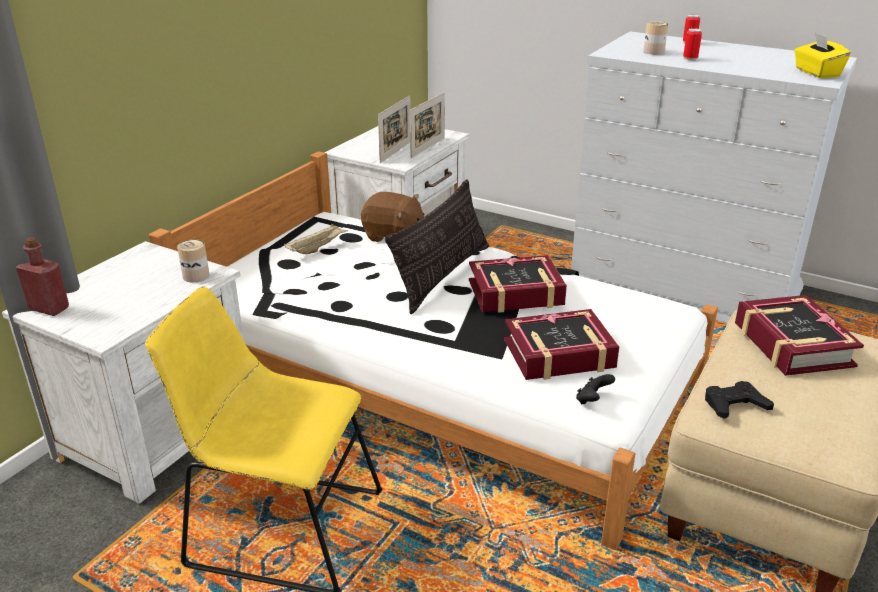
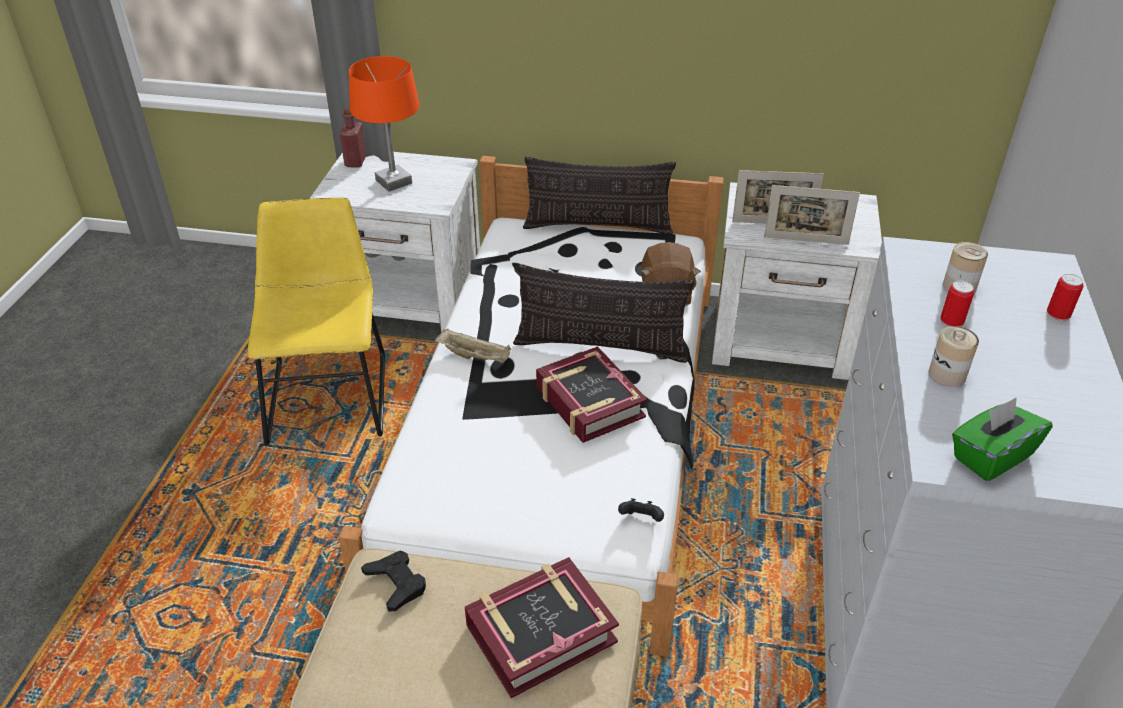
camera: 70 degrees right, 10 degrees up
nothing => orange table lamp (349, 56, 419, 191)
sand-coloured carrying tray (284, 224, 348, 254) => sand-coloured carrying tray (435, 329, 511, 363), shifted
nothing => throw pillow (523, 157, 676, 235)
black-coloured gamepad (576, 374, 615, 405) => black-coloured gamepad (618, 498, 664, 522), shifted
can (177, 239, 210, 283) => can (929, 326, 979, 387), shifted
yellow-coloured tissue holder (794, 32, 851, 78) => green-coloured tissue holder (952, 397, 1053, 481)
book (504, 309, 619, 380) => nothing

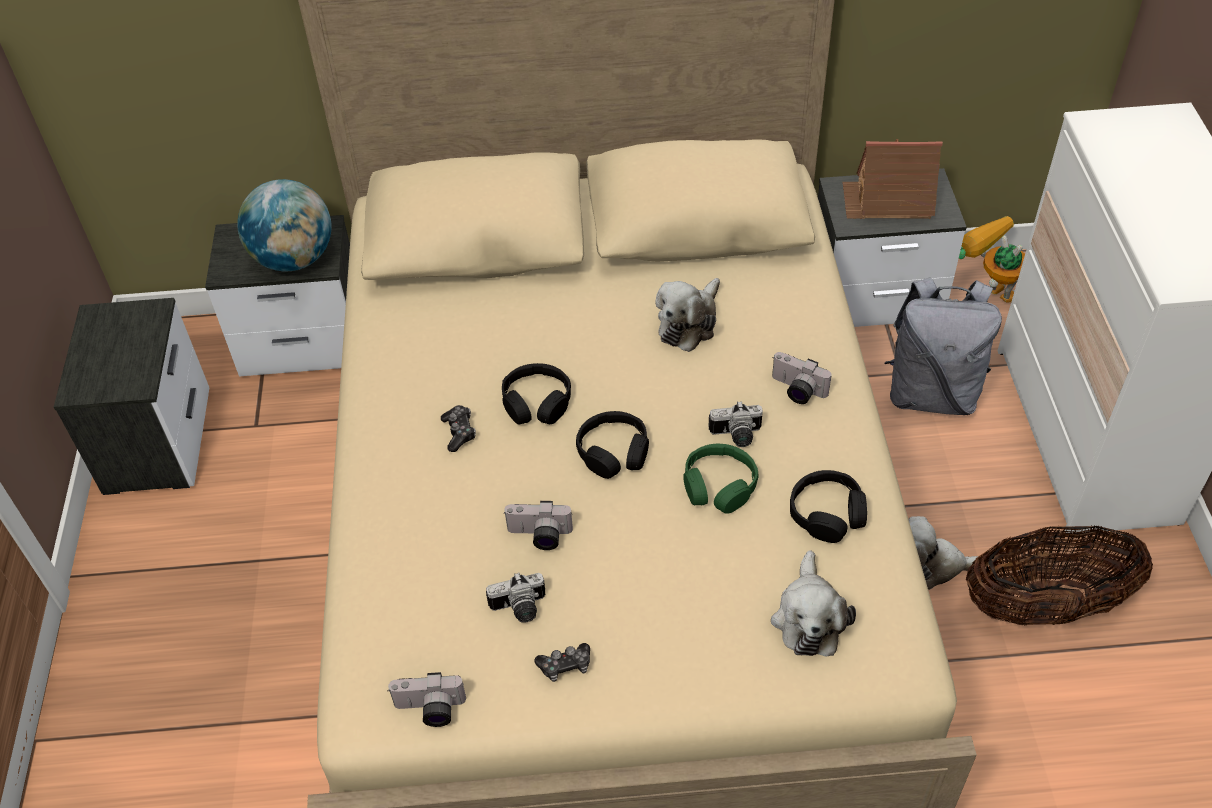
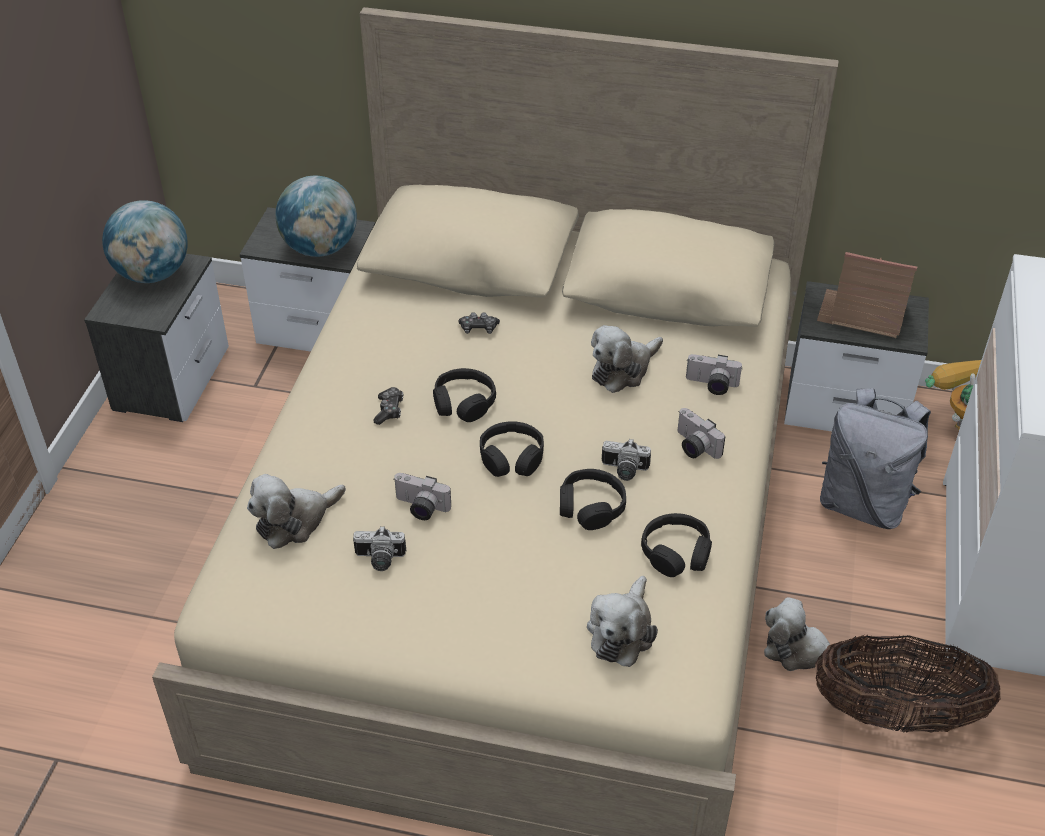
camera: 15 degrees right, 5 degrees down
nothing => desk globe (102, 200, 188, 283)
nothing => soft toy (247, 474, 346, 549)
gamepad (534, 643, 590, 682) => gamepad (458, 312, 500, 334), shifted
green-coloured pair of headphones (683, 444, 758, 514) => black-coloured pair of headphones (560, 469, 626, 530)
still camera (388, 672, 466, 727) => still camera (686, 354, 743, 395), shifted

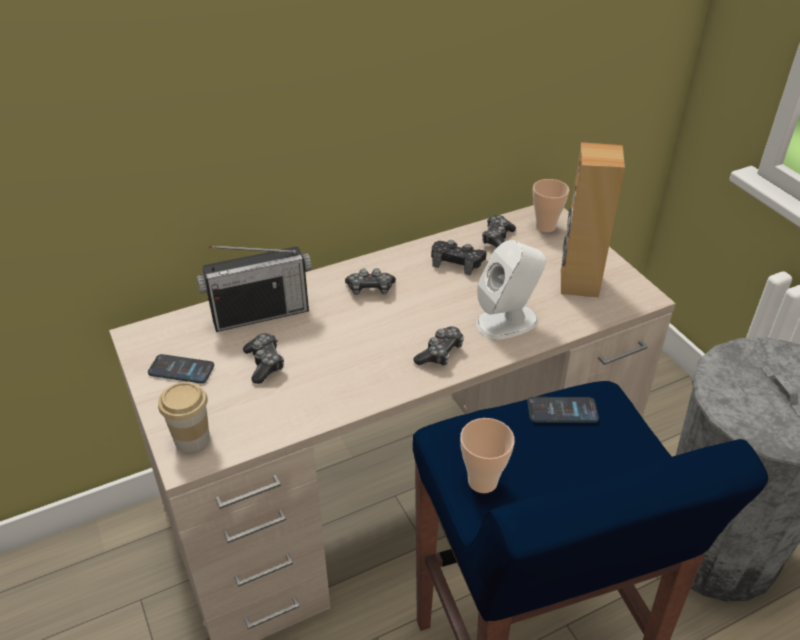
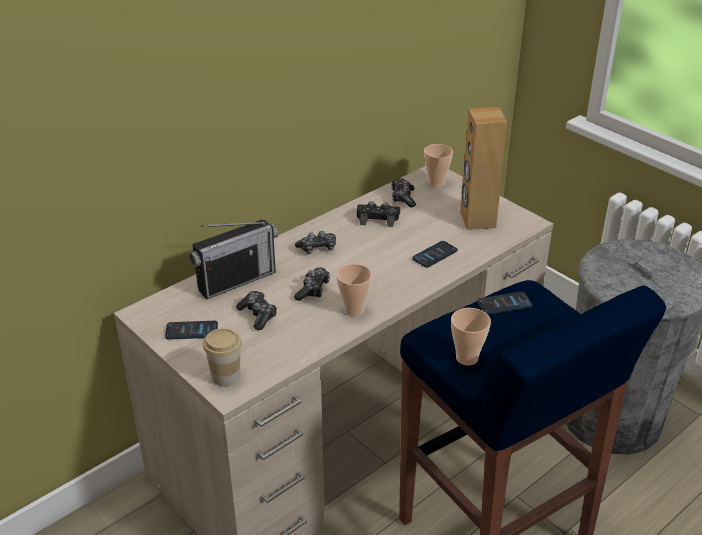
camera: 15 degrees left, 5 degrees down
gamepad (413, 327, 464, 366) => gamepad (294, 267, 330, 301), shifted
nothing => cup (337, 264, 372, 316)
white-coloured loudspeaker (476, 240, 546, 339) => telephone (412, 241, 457, 268)

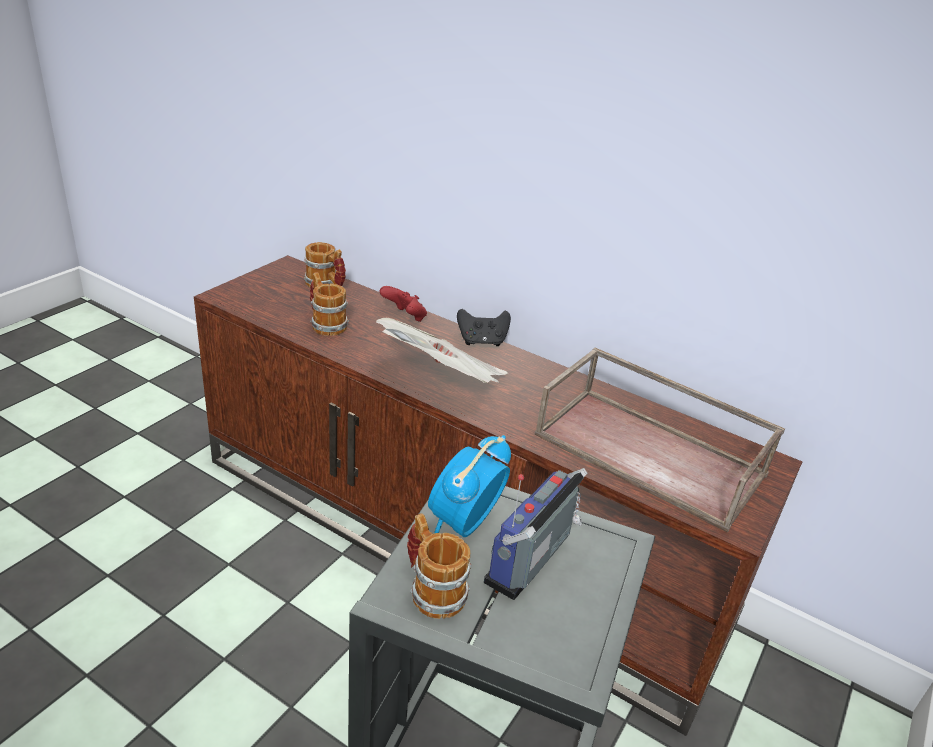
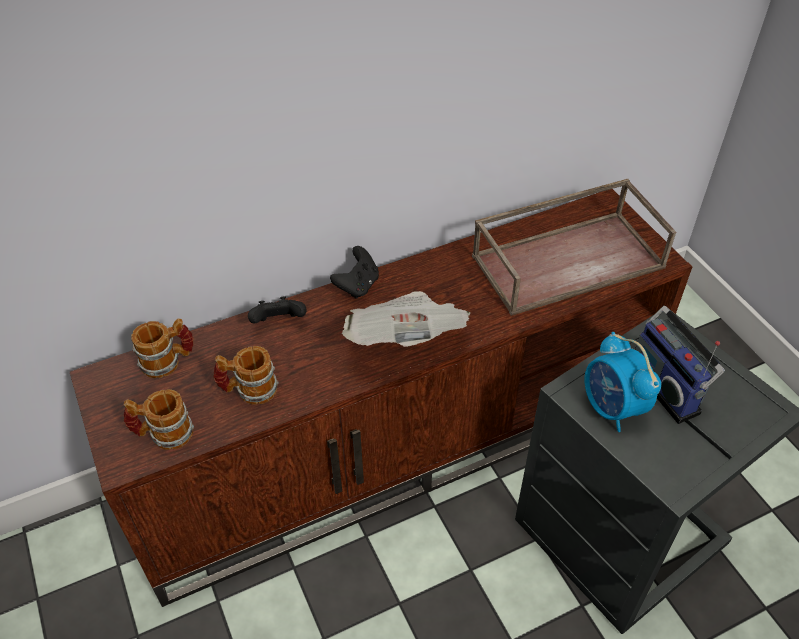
camera: 55 degrees left, 15 degrees up
tea mug (407, 513, 472, 619) => tea mug (124, 389, 194, 450), shifted
reddish gamepad (379, 286, 427, 322) => black-coloured gamepad (248, 296, 307, 324)

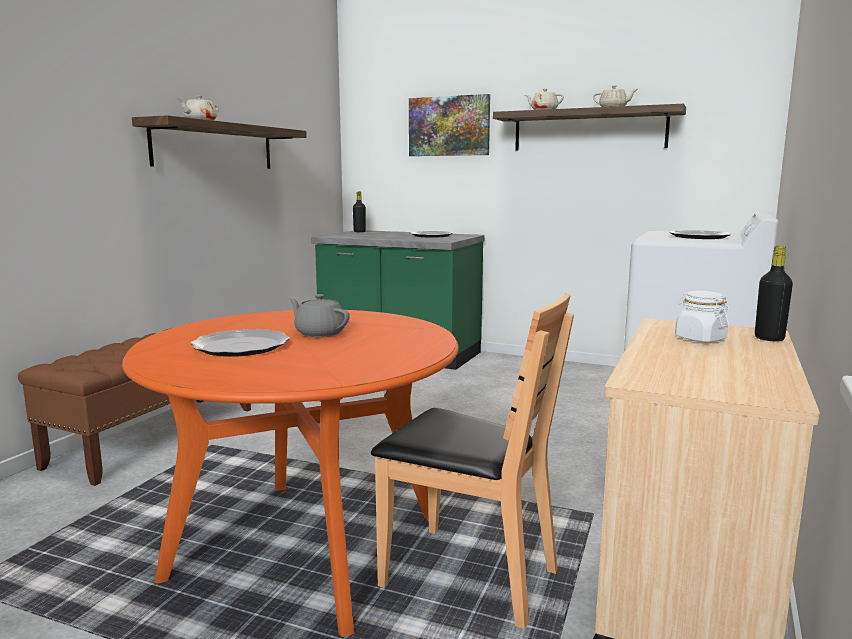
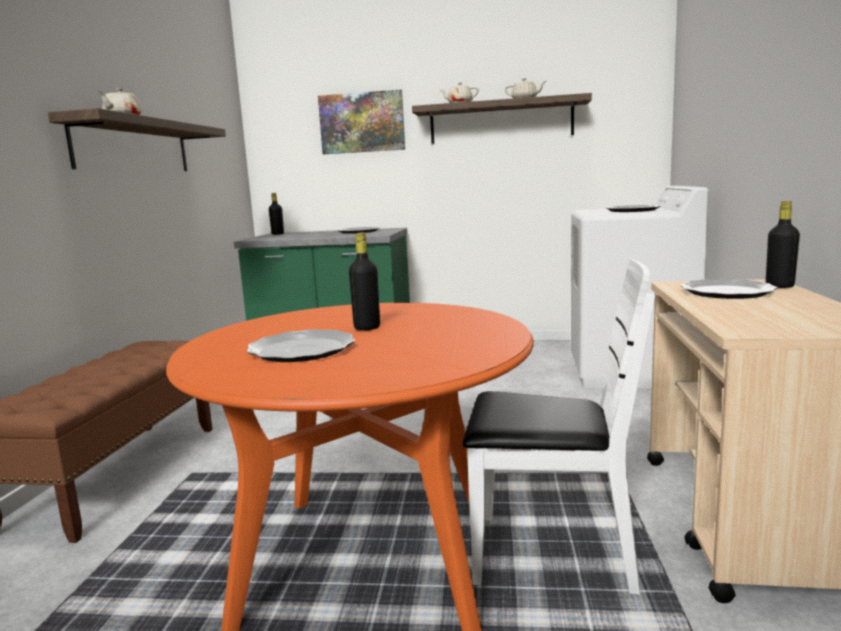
camera: 15 degrees left, 0 degrees up
gray pot for tea (289, 294, 350, 337) => black-coloured beverage bottle (349, 233, 380, 330)
brown upright chair (371, 294, 574, 629) => white-coloured upright chair (463, 259, 655, 594)
white-coloured jar (675, 291, 729, 342) => plate (680, 279, 777, 299)

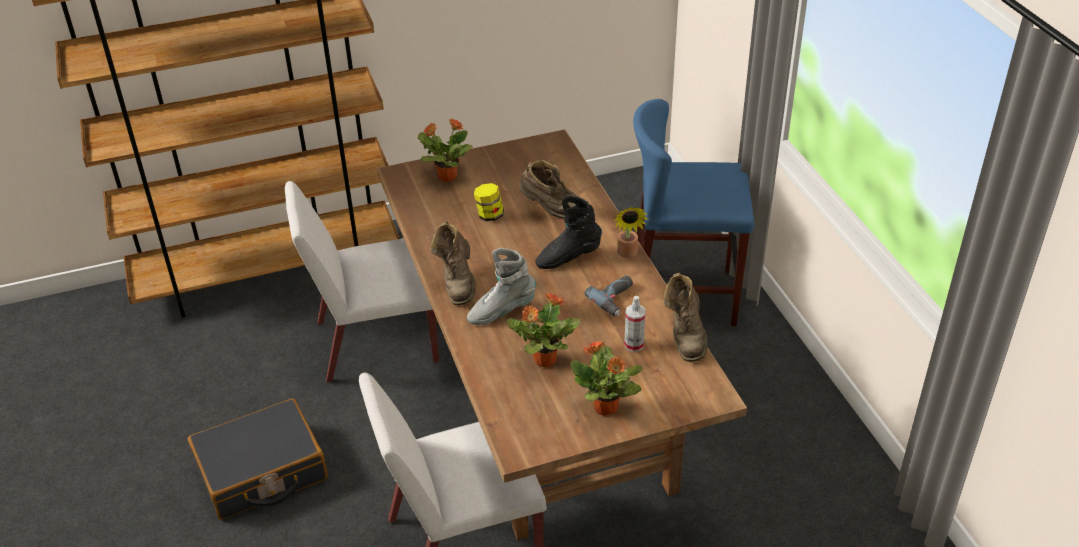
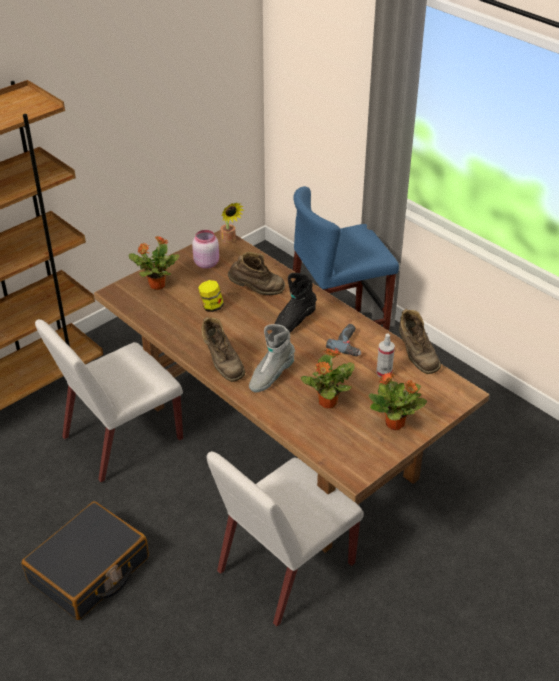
camera: 25 degrees left, 0 degrees up
nothing => pink-coloured jar (192, 230, 219, 269)
plant in a pot (614, 207, 649, 258) => plant in a pot (220, 202, 244, 244), shifted

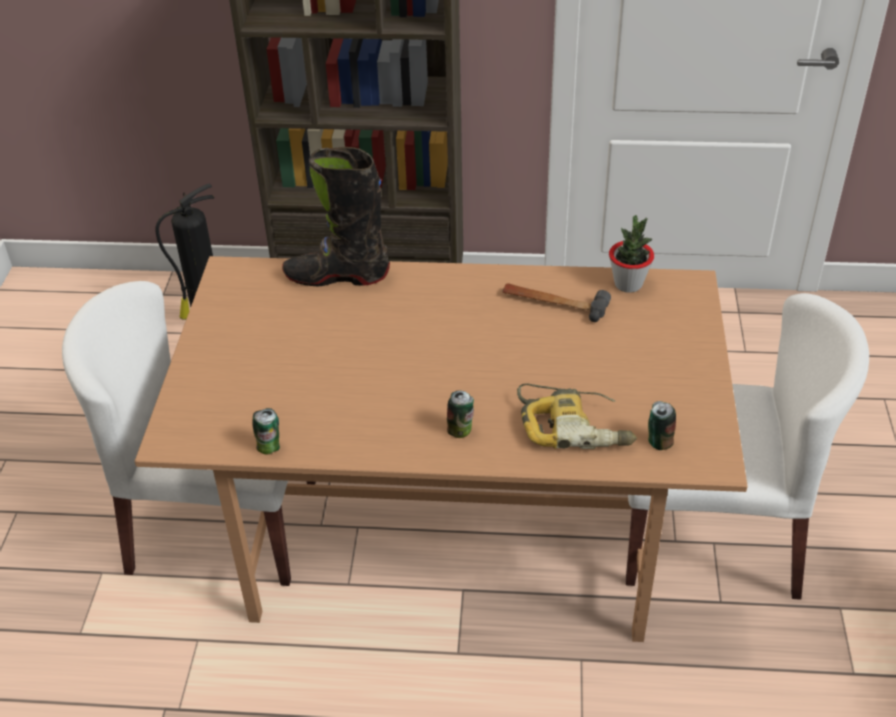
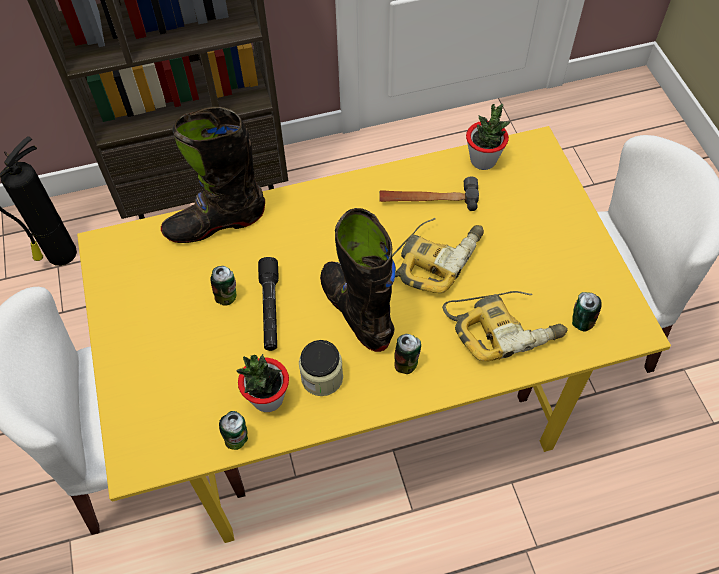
camera: 20 degrees left, 15 degrees up
brown dinner table (135, 256, 748, 642) => yellow-coloured dinner table (77, 126, 671, 543)
nothing => can (211, 266, 236, 306)
nothing => plant in a pot (237, 354, 289, 412)
nothing => black-coloured hand torch (258, 257, 279, 351)
nothing => jar (299, 340, 343, 396)
nothing => black-coloured boot (320, 208, 396, 352)
nothing => power drill (392, 218, 484, 293)

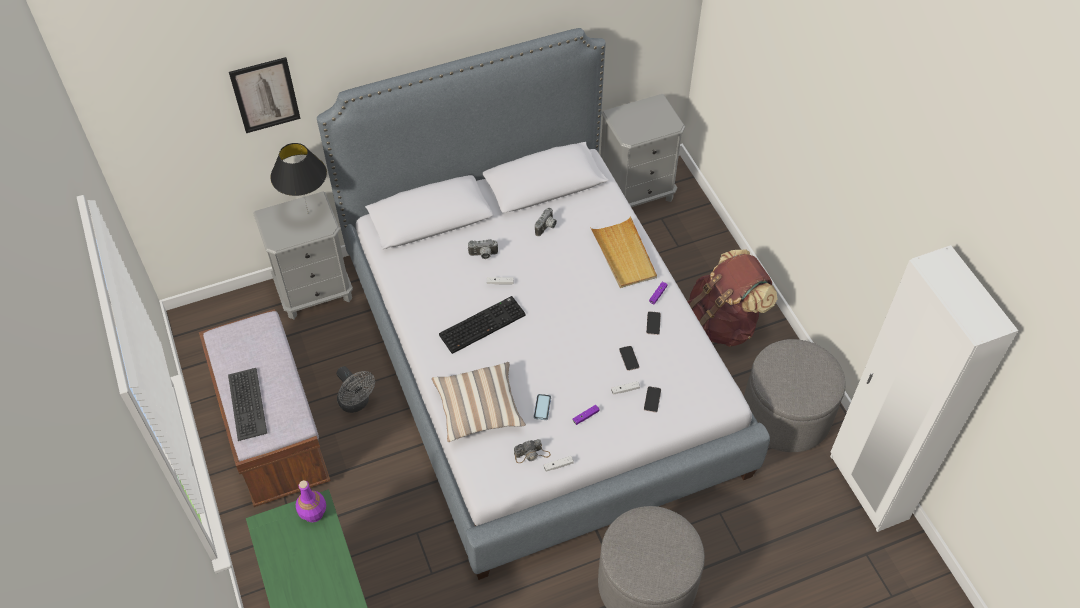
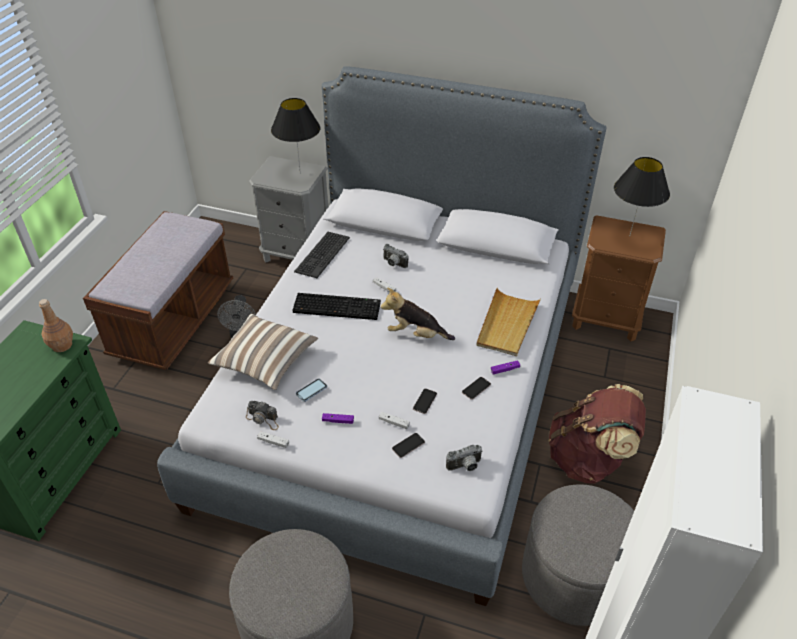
camera: 40 degrees right, 10 degrees down
purple beverage bottle (296, 480, 326, 522) => brown beverage bottle (39, 299, 73, 352)
computer keyboard (228, 368, 267, 441) => computer keyboard (294, 232, 350, 278), shifted
nothing => soft toy (381, 288, 455, 340)
still camera (535, 208, 557, 236) => still camera (446, 445, 483, 471), shifted
gray night table (601, 94, 685, 207) => brown night table (572, 215, 666, 341)
nothing => black-coloured table lamp (614, 157, 670, 237)
wall art (229, 57, 301, 133) => nothing

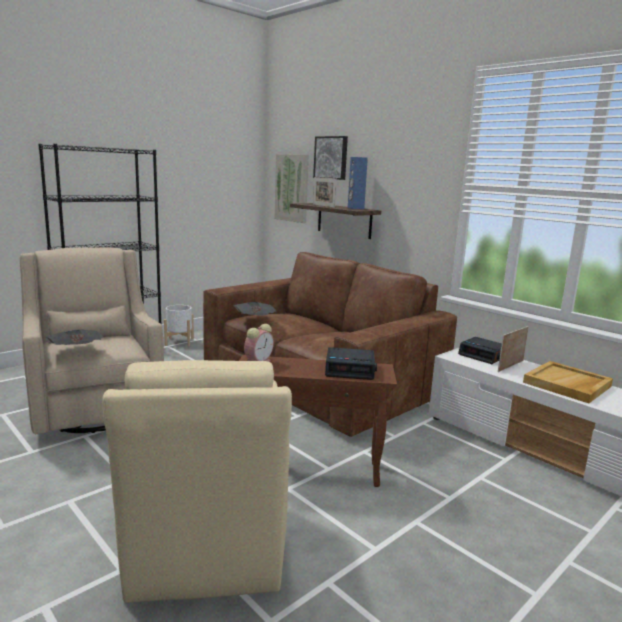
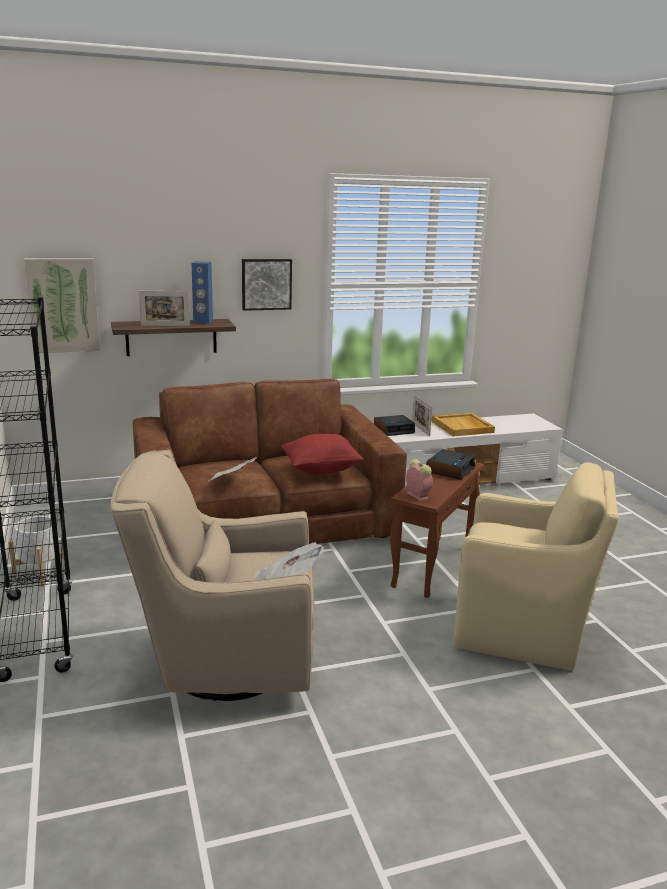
camera: 65 degrees left, 5 degrees up
wall art (313, 136, 348, 180) => wall art (242, 259, 292, 311), shifted
nothing => reddish throw pillow (281, 434, 363, 474)

